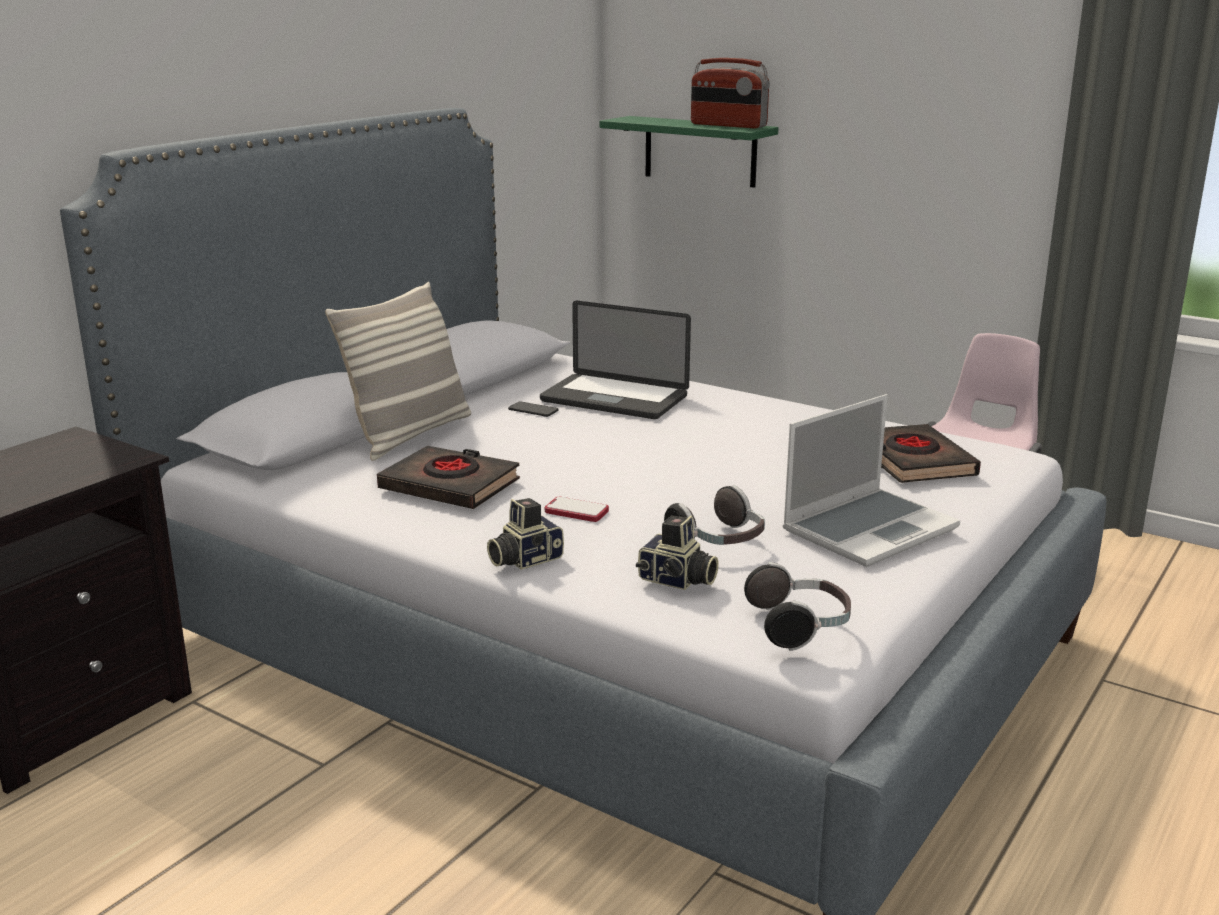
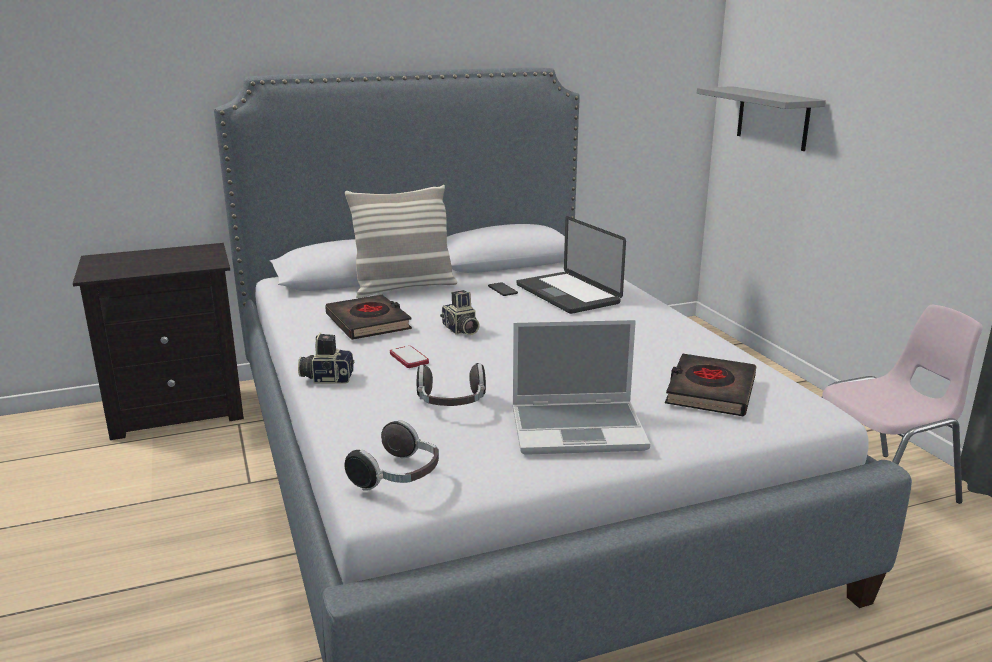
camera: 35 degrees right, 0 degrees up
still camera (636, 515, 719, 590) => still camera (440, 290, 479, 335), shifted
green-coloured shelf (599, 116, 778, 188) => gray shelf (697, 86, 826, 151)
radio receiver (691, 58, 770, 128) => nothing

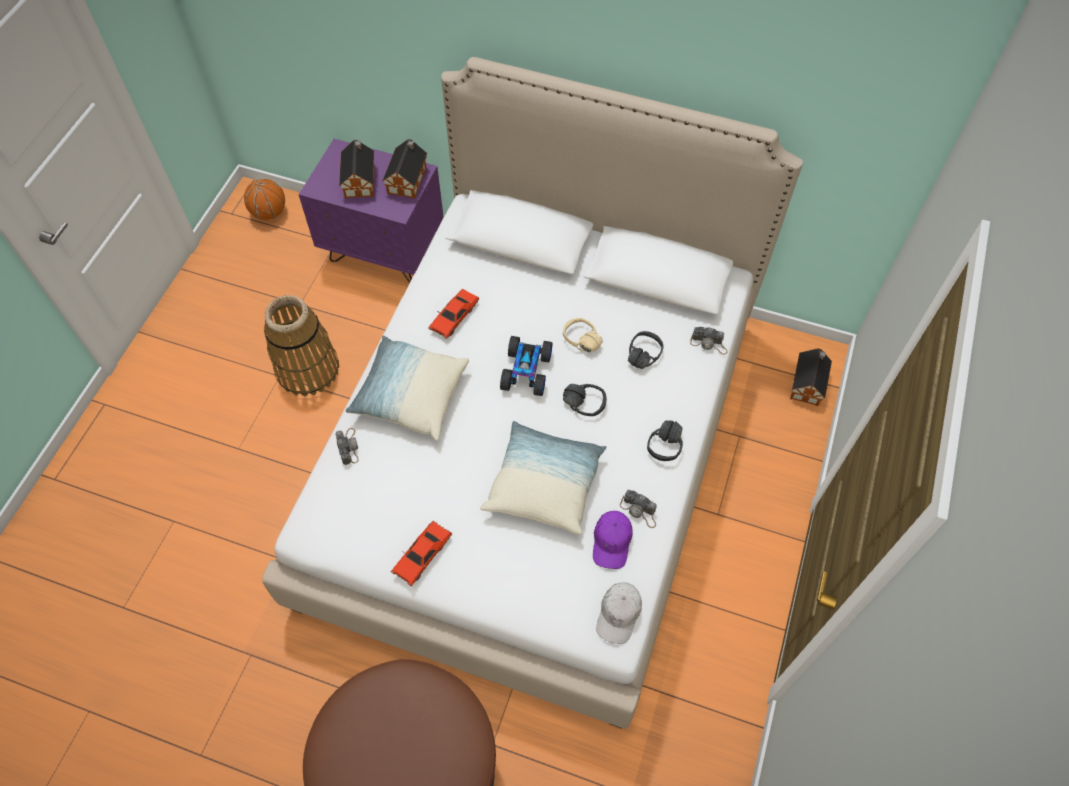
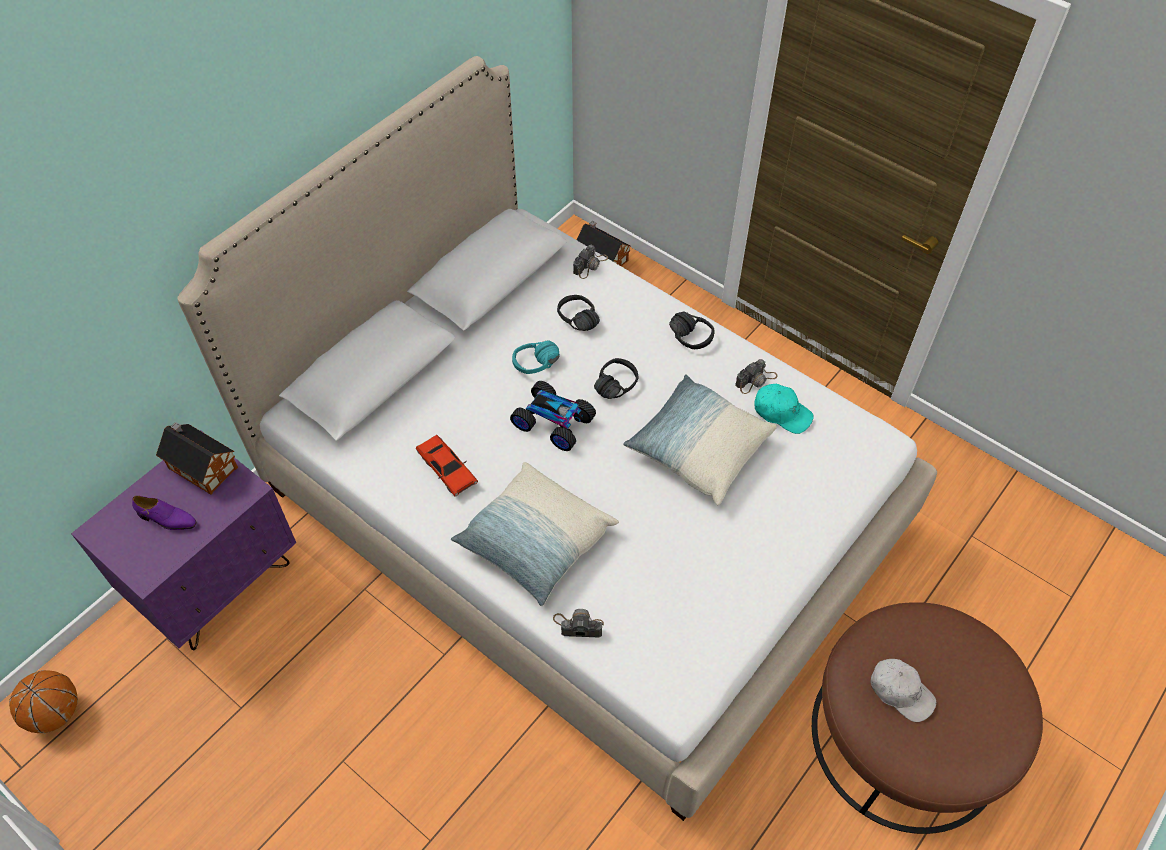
camera: 70 degrees left, 5 degrees down
miniature house (339, 140, 374, 199) => purple low shoe (132, 496, 197, 530)
sand-coloured pair of headphones (563, 318, 603, 352) => turquoise pair of headphones (512, 341, 560, 374)
purple cap (593, 511, 633, 569) => turquoise cap (755, 384, 814, 434)
white-coloured cap (596, 582, 642, 644) => white-coloured cap (870, 659, 936, 722), shifted
basket (264, 295, 339, 397) => nothing
reddish miniature car (391, 521, 452, 586) => nothing

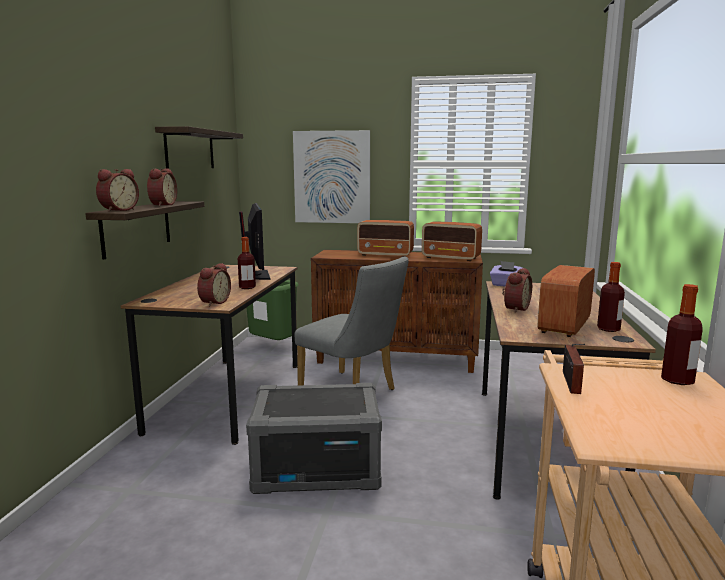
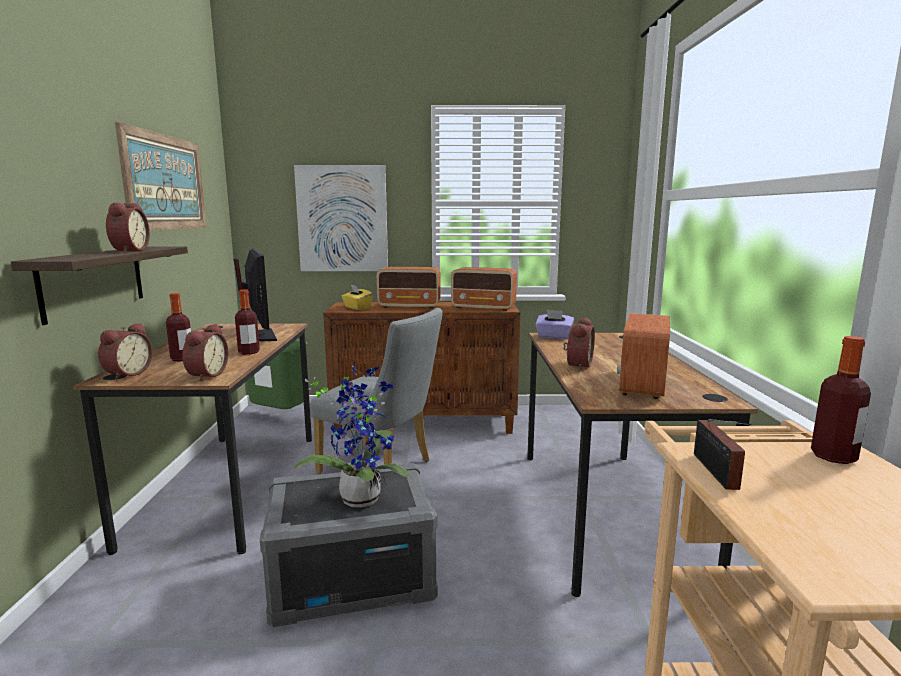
camera: 10 degrees left, 0 degrees up
alarm clock (96, 169, 139, 212) => alarm clock (98, 323, 153, 380), shifted
shelf (155, 126, 243, 169) => wall art (115, 122, 207, 231)
beverage bottle (597, 262, 625, 332) => beverage bottle (166, 293, 191, 361), shifted
nothing => plant in a pot (294, 362, 410, 507)
nothing => yellow-coloured tissue holder (342, 285, 373, 310)

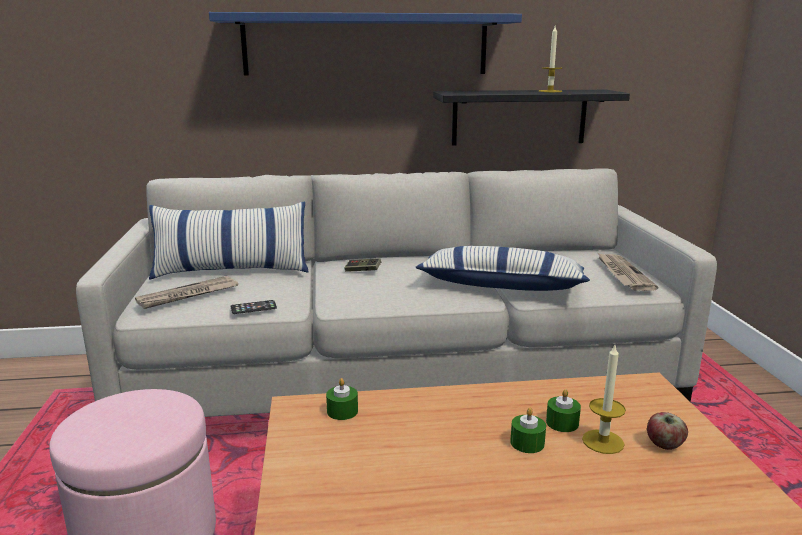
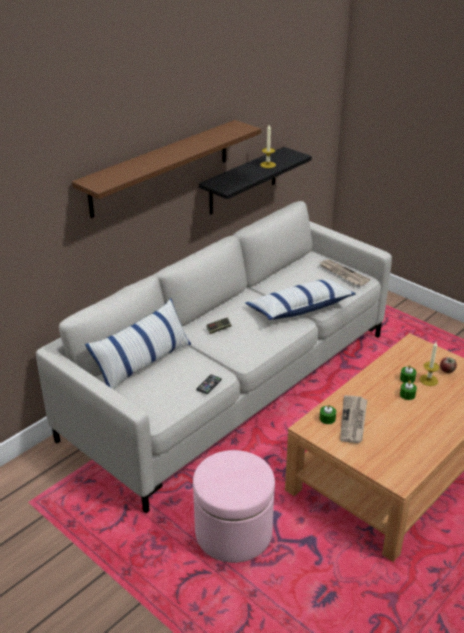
camera: 40 degrees left, 15 degrees up
blue-coloured shelf (209, 12, 522, 75) => brown shelf (72, 120, 261, 218)
daily paper (135, 276, 238, 309) => daily paper (340, 395, 367, 443), shifted

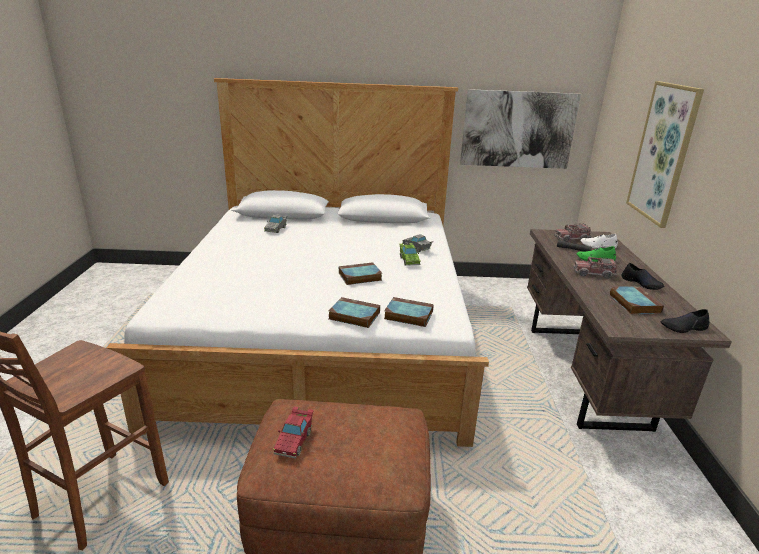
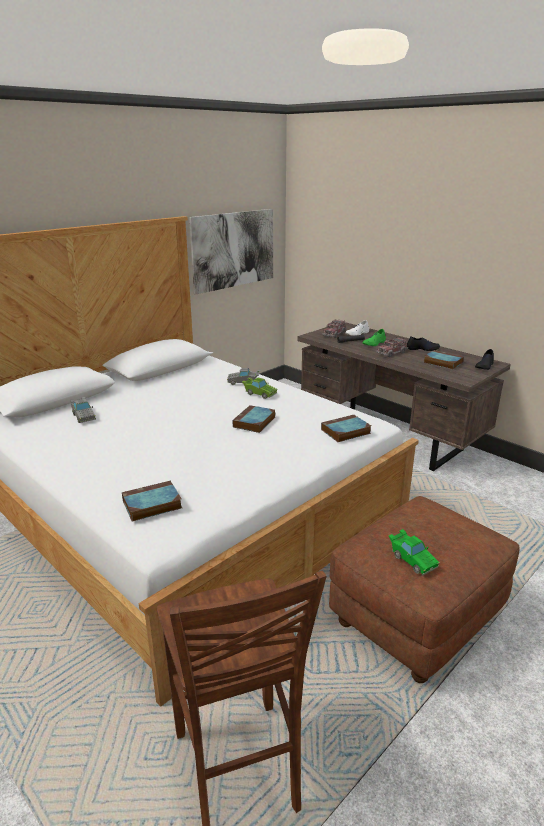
camera: 45 degrees left, 0 degrees up
book (329, 297, 380, 328) => book (122, 481, 182, 521), shifted
reddish miniature car (273, 406, 314, 459) => green-coloured miniature car (389, 529, 440, 575)
wall art (626, 81, 704, 228) => nothing

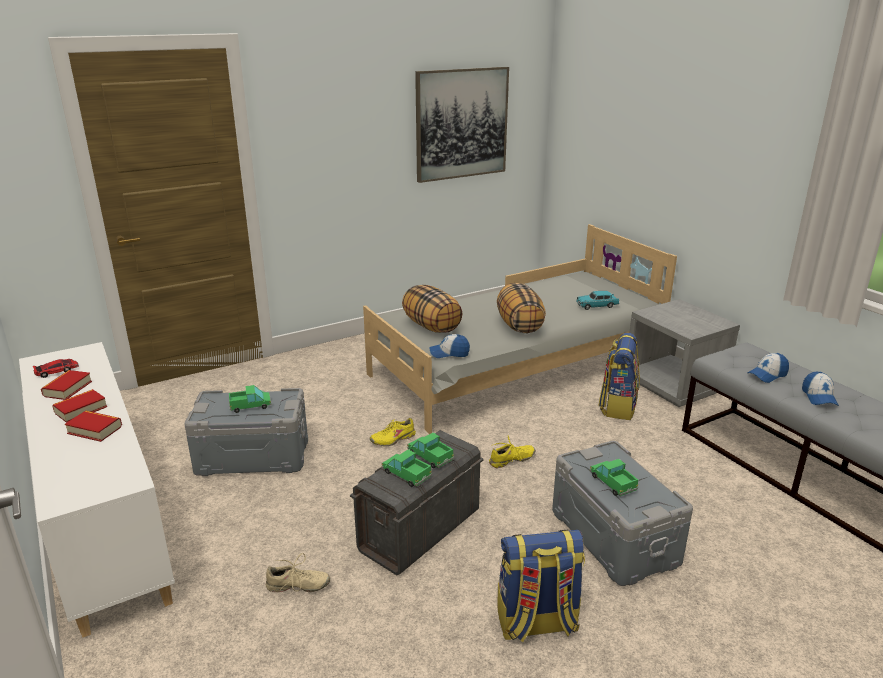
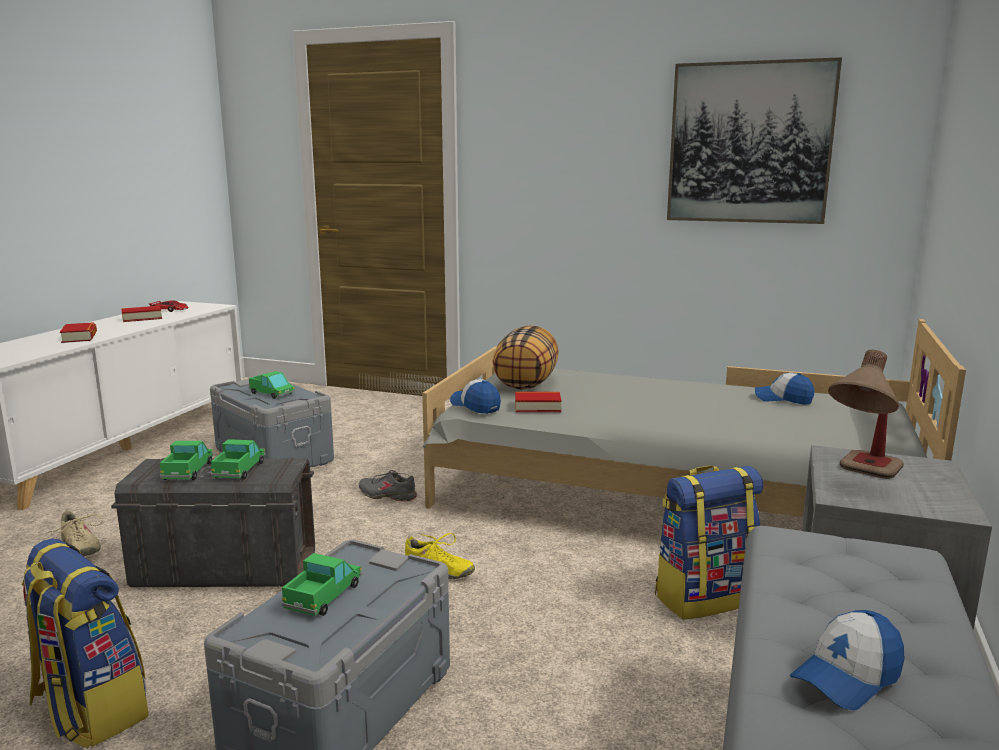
camera: 50 degrees right, 10 degrees down
yellow-coloured low shoe (370, 417, 416, 446) => gray low shoe (359, 470, 417, 501)
book (52, 389, 107, 423) => book (515, 392, 561, 412), shifted
cap (748, 353, 789, 383) => cap (755, 373, 814, 405), shifted
nothing => table lamp (828, 350, 904, 479)
throw pillow (497, 283, 546, 333) => nothing
turquoise miniature car (576, 291, 620, 310) => nothing

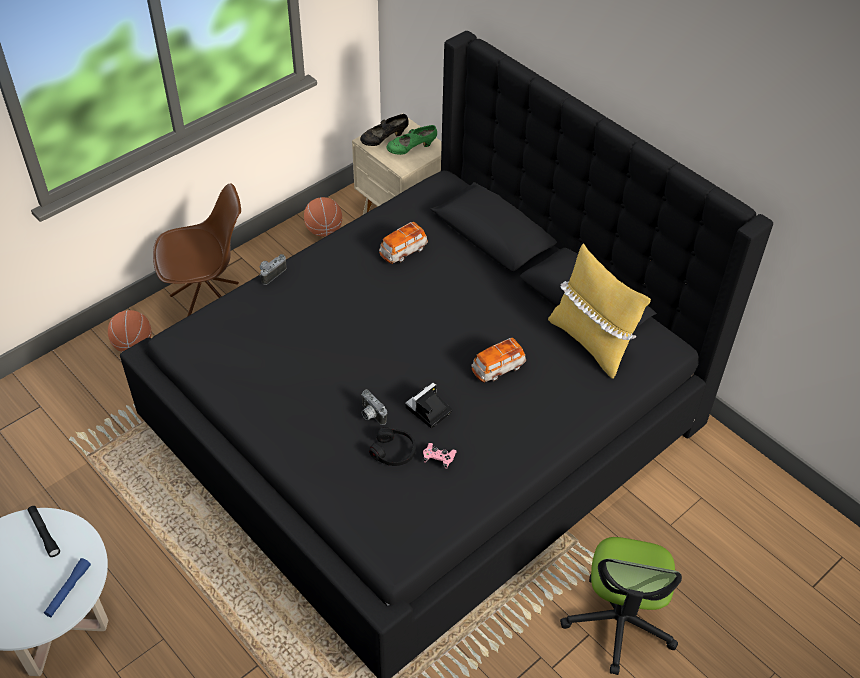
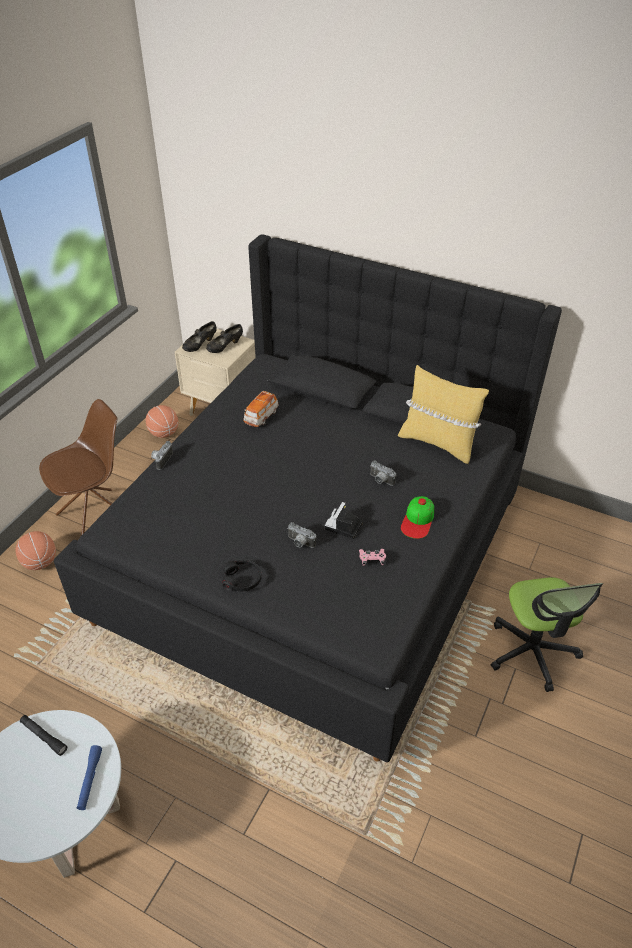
camera: 20 degrees left, 5 degrees down
green-coloured low shoe (387, 125, 437, 155) => black-coloured low shoe (206, 324, 243, 353)
black-coloured pair of headphones (369, 427, 416, 466) => black-coloured pair of headphones (222, 560, 262, 591), shifted
miniature car (471, 338, 526, 382) => still camera (370, 460, 396, 486)
nothing => cap (401, 496, 434, 539)

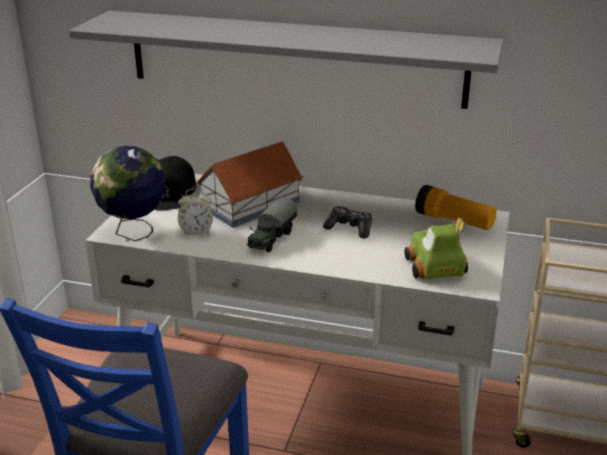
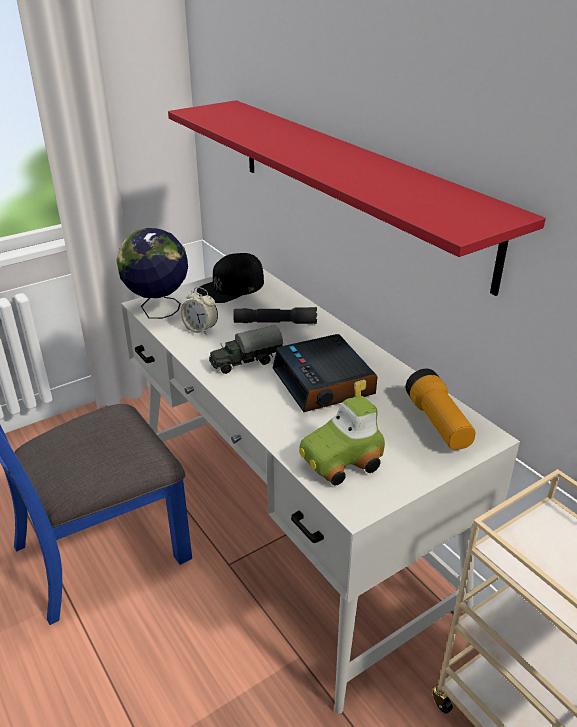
camera: 40 degrees right, 5 degrees up
gray shelf (69, 11, 504, 109) => reddish shelf (168, 100, 546, 296)
miniature house (196, 142, 303, 228) => gray hand torch (233, 307, 317, 324)
gamepad (323, 206, 372, 238) => alarm clock (273, 334, 378, 412)
miniature car (404, 218, 468, 280) => miniature car (299, 379, 385, 486), 150 degrees counterclockwise

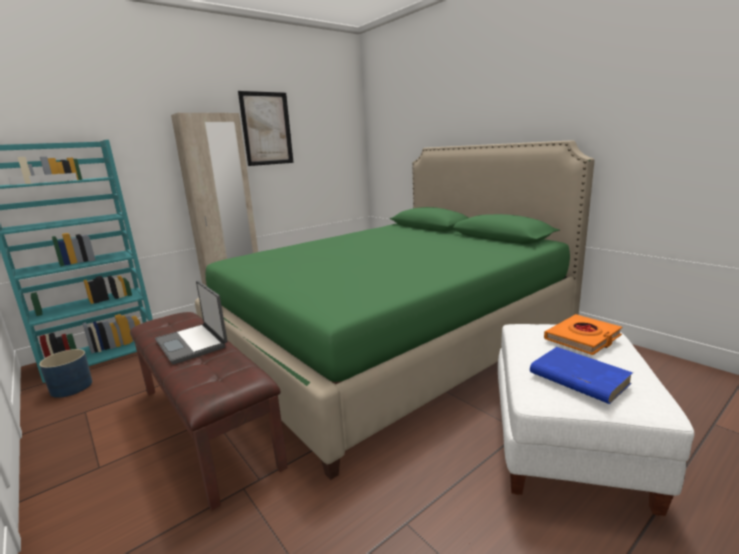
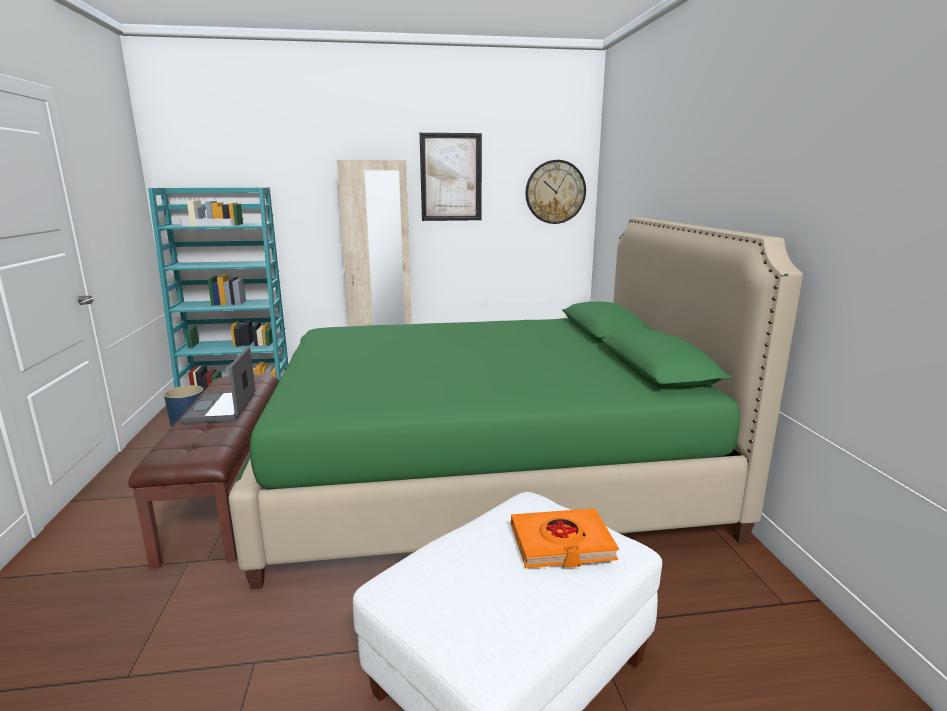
camera: 30 degrees right, 0 degrees up
nothing => hanging clock (525, 160, 586, 224)
blue-coloured book (530, 347, 633, 404) => nothing

